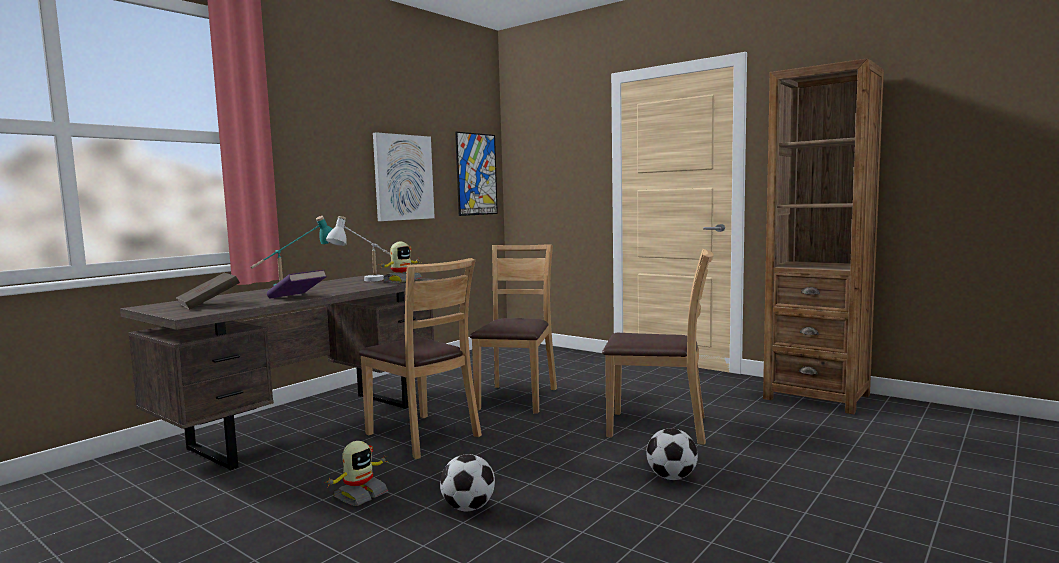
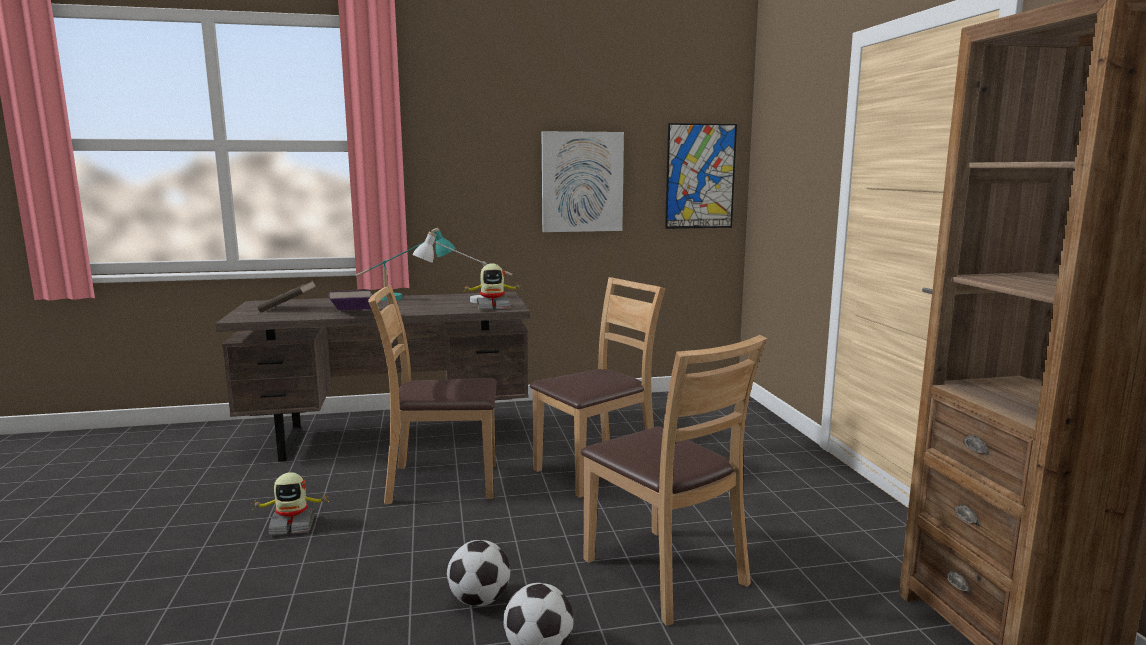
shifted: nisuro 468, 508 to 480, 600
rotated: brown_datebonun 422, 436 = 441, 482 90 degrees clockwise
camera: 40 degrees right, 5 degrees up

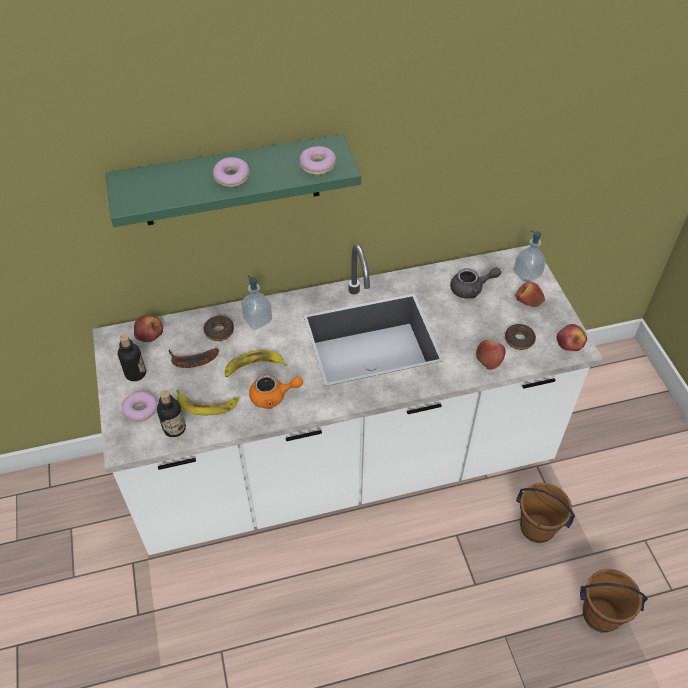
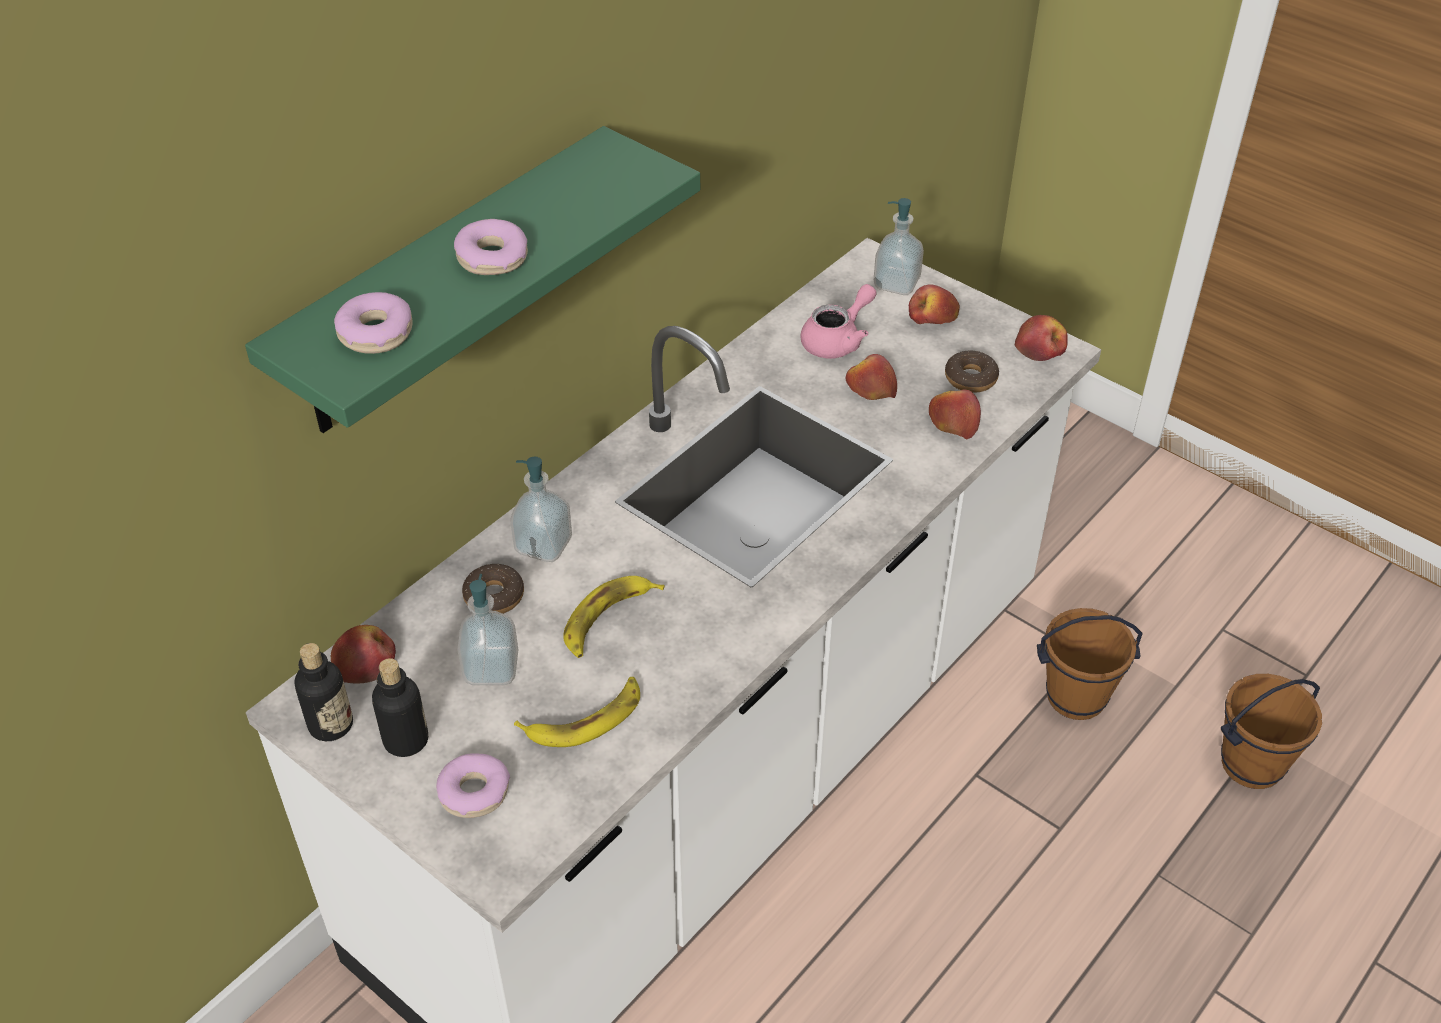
gone: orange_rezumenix 273, 397
new: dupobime 870, 389
shifted: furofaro 174, 428 to 331, 725; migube 317, 165 to 376, 333
swapped: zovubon 191, 362 to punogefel 491, 668
repainted: grey_rezumenix 471, 289 to pink_rezumenix 838, 340
camera: 35 degrees left, 5 degrees down

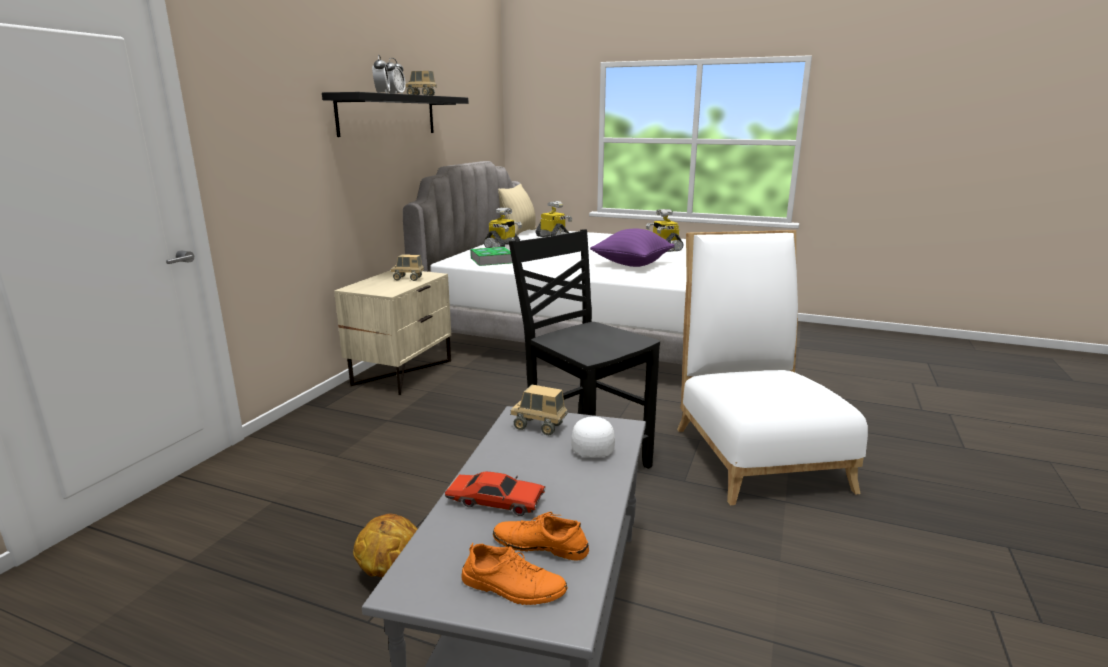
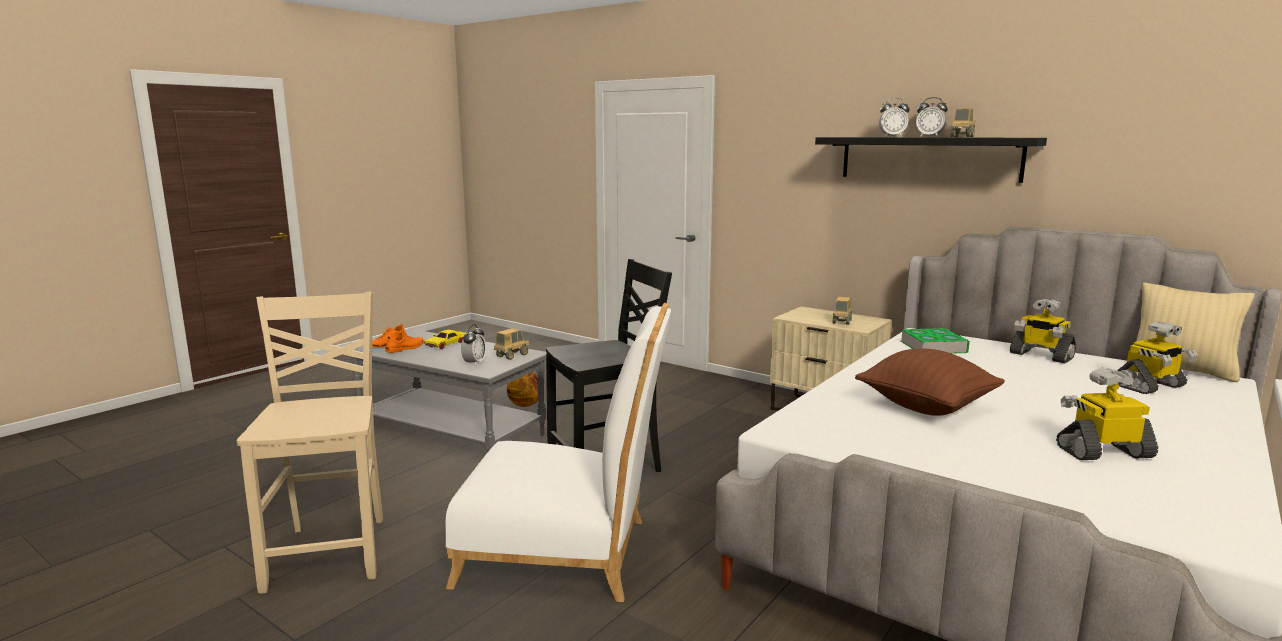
new: beige_datebonun 331, 551
swapped: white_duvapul 591, 446 to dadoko 474, 363
repainted: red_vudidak 495, 502 to yellow_vudidak 447, 344; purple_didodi 632, 264 to brown_didodi 926, 407
camera: 105 degrees right, 5 degrees down

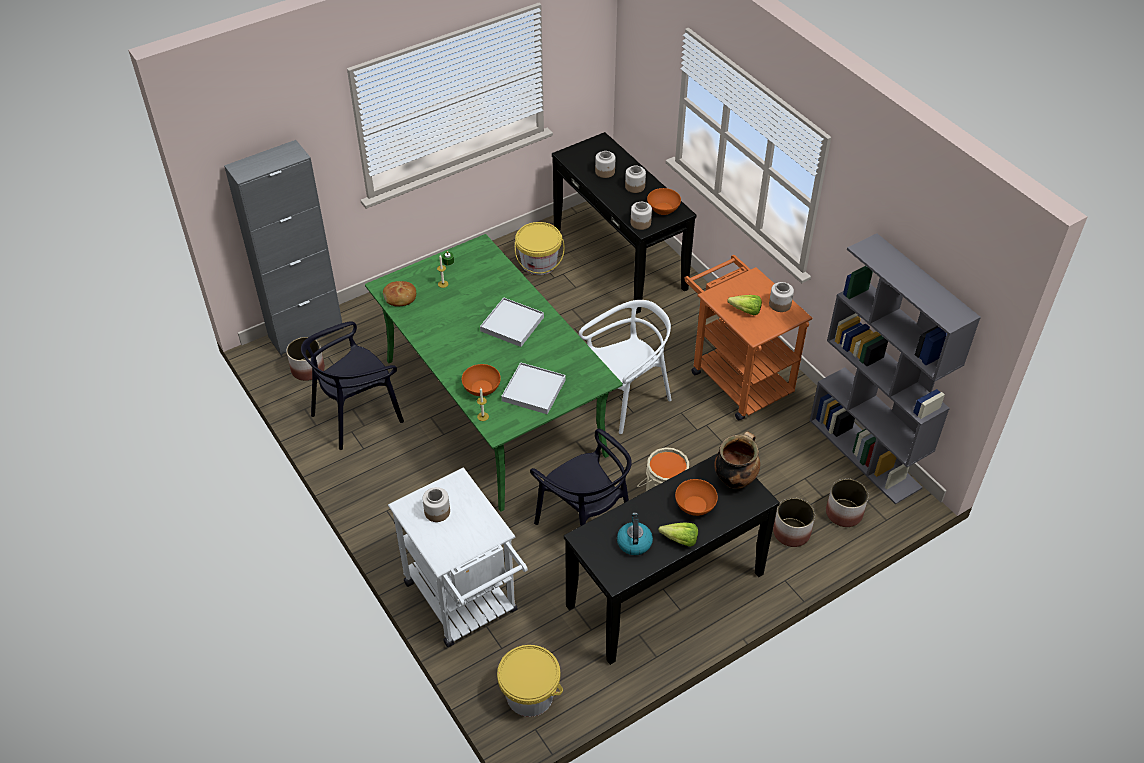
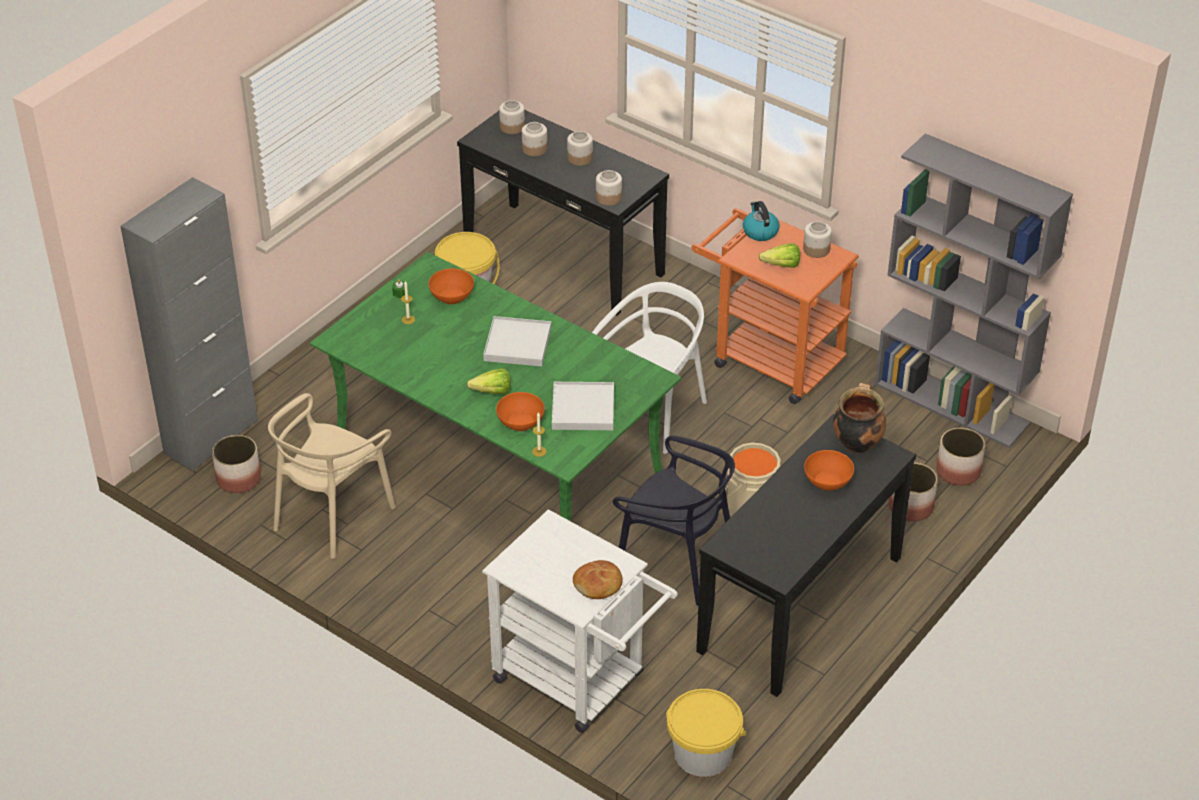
shifted: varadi 400, 298 to 598, 585; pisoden 437, 512 to 512, 127; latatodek 634, 542 to 760, 231; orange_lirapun 663, 209 to 452, 296; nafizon 677, 539 to 489, 392
repainted: black_datebonun 357, 415 to beige_datebonun 332, 515
camera: 20 degrees left, 5 degrees down

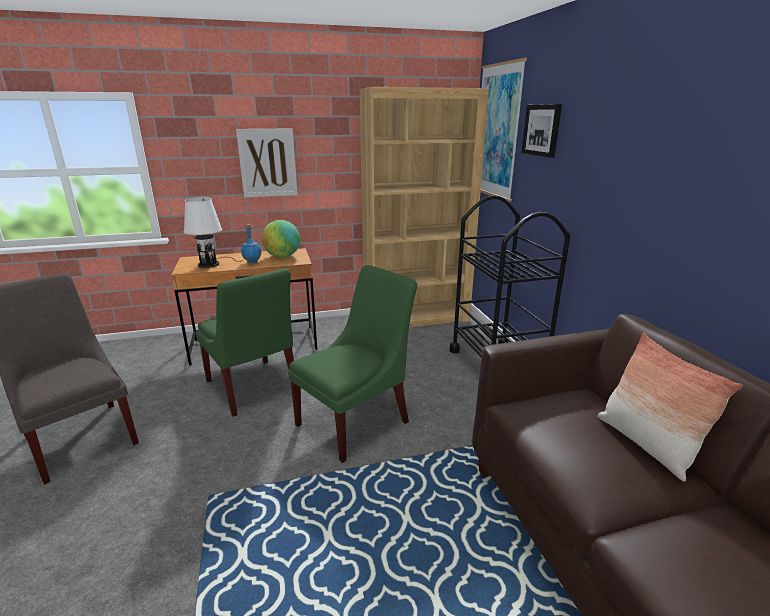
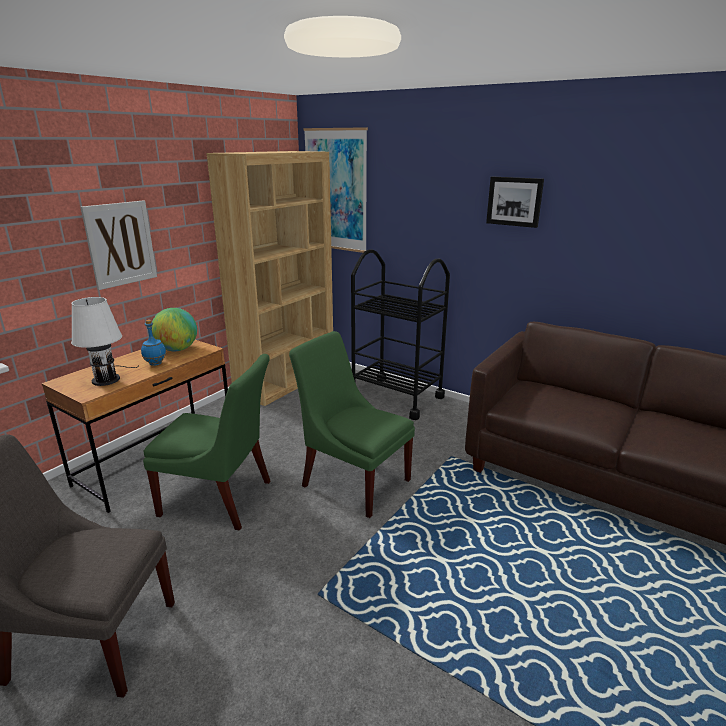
gone: didodi 646, 444
shifted: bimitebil 542, 130 to 514, 201
rotated: green_datebonun 356, 421 = 353, 480 60 degrees counterclockwise
camera: 40 degrees left, 0 degrees up

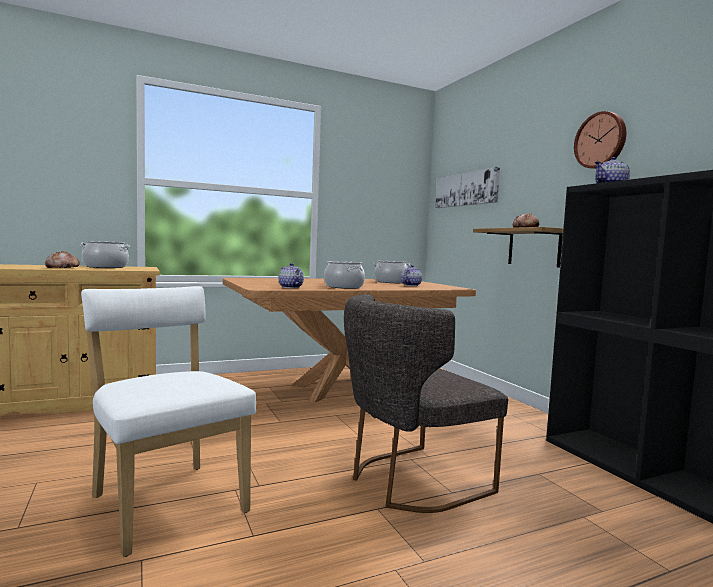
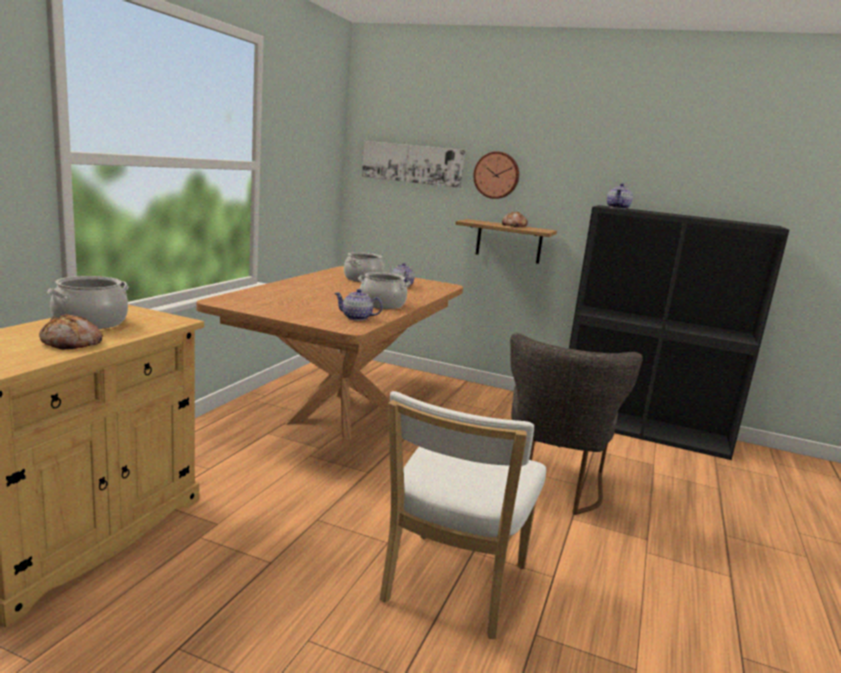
shifted: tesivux 601, 141 to 496, 175
rotated: white_datebonun 166, 501 = 451, 588 75 degrees counterclockwise
camera: 45 degrees left, 10 degrees up

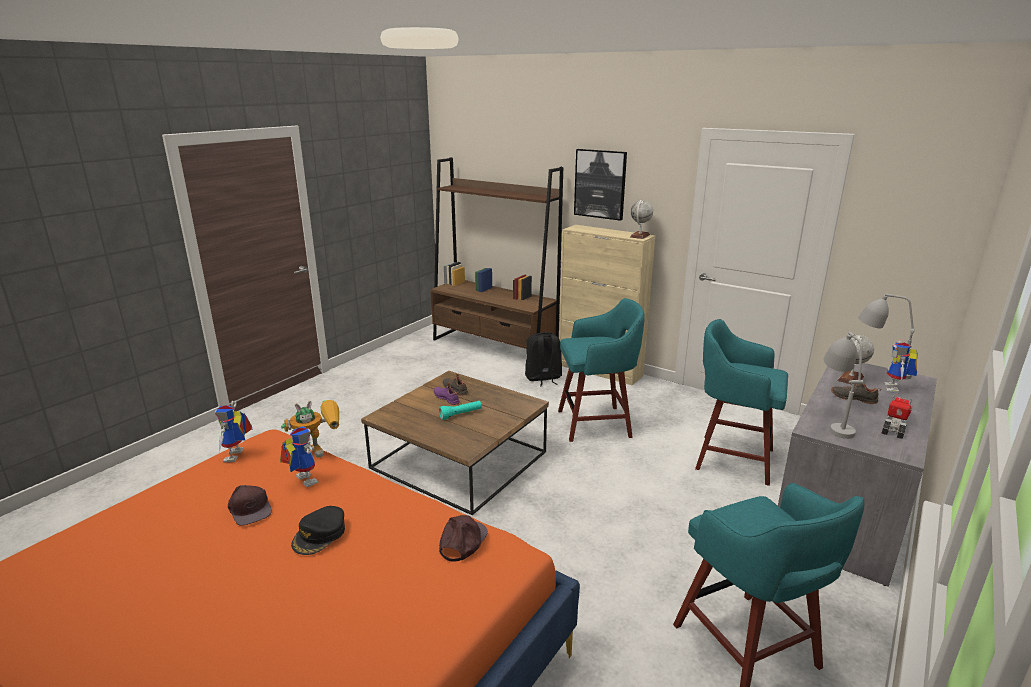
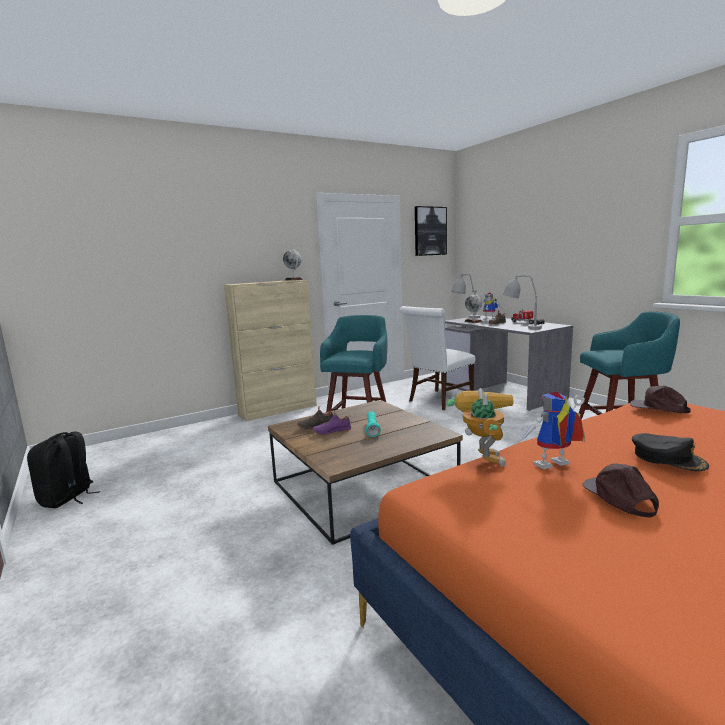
gone: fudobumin 237, 456; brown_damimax 494, 347
shifted: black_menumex 543, 378 to 68, 498; bimitebil 600, 184 to 430, 231
swapped: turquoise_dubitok 731, 458 to white_datebonun 438, 401
rotated: brown_duvapul 250, 508 = 619, 497 90 degrees counterclockwise
camera: 65 degrees left, 10 degrees down

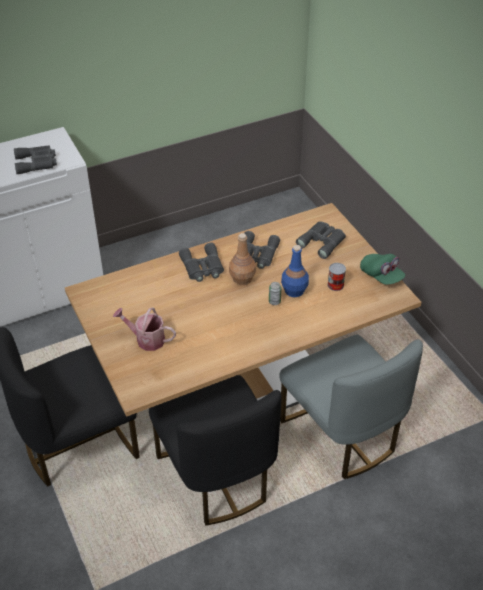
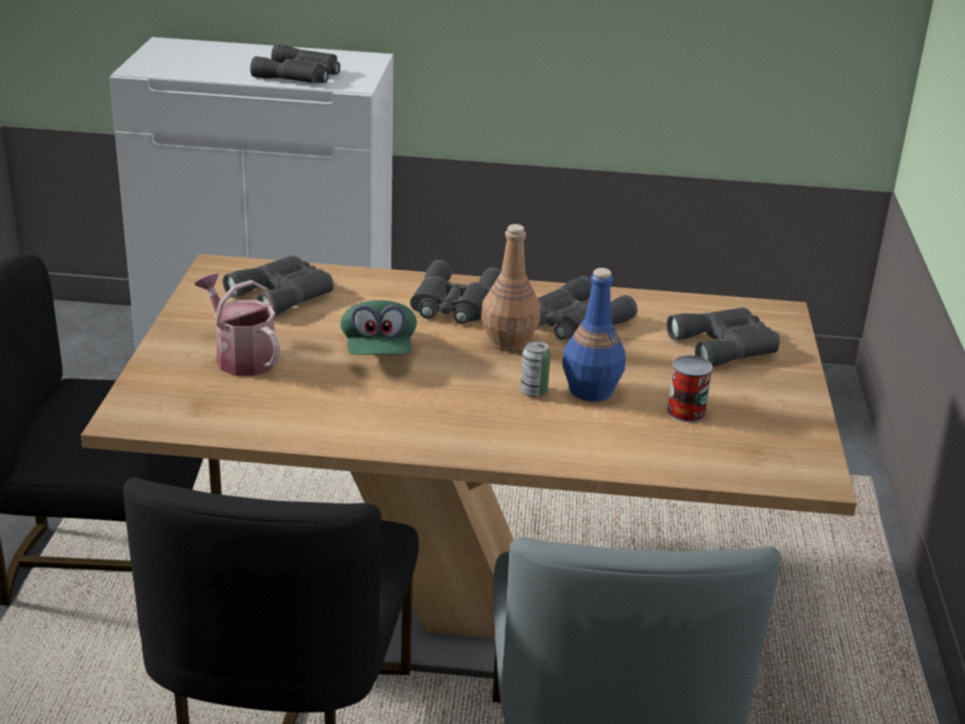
new: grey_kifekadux 285, 293
shifted: green_duvapul 381, 276 to 378, 352
camera: 30 degrees right, 15 degrees down

